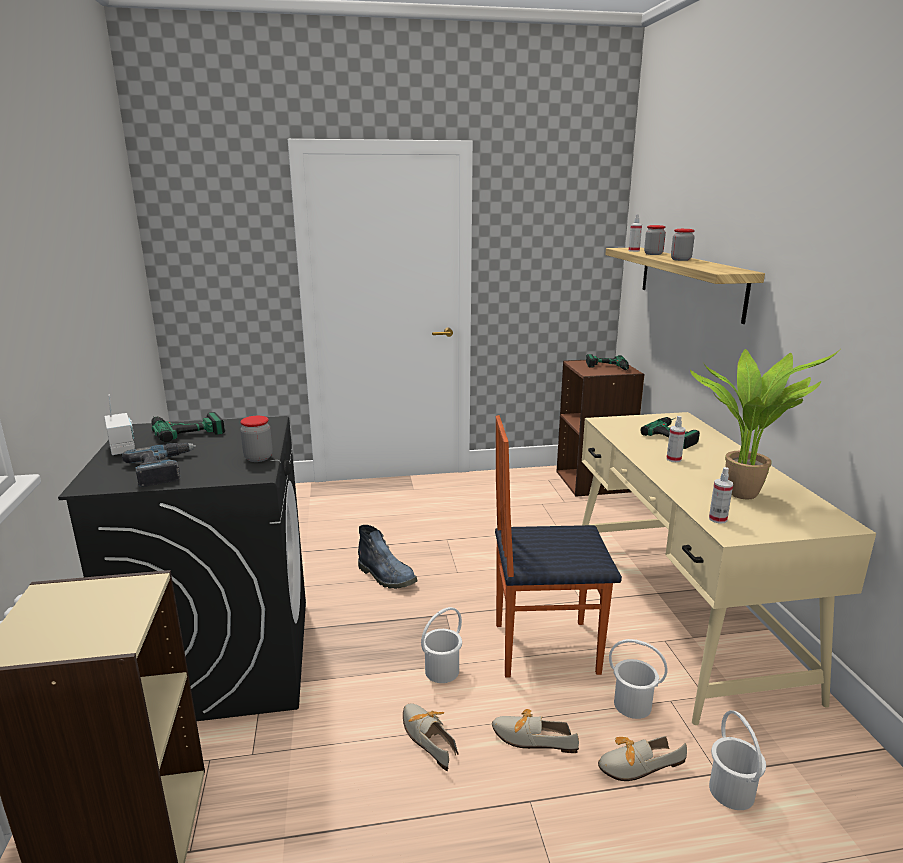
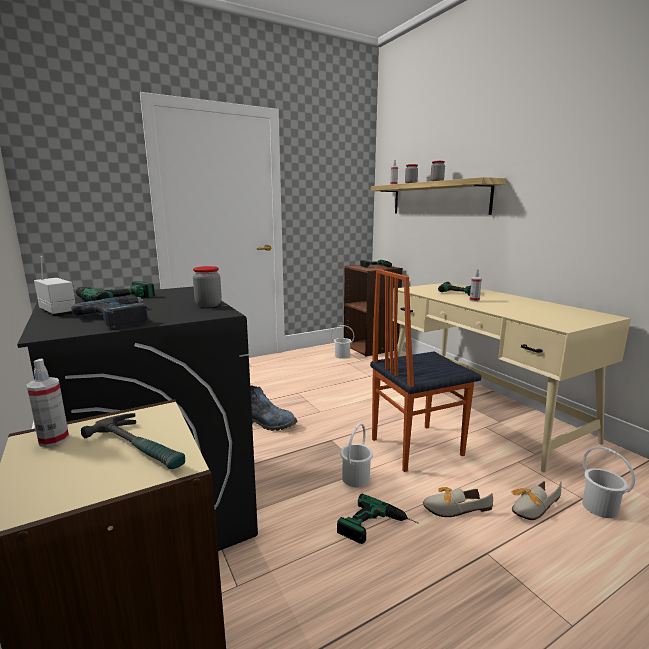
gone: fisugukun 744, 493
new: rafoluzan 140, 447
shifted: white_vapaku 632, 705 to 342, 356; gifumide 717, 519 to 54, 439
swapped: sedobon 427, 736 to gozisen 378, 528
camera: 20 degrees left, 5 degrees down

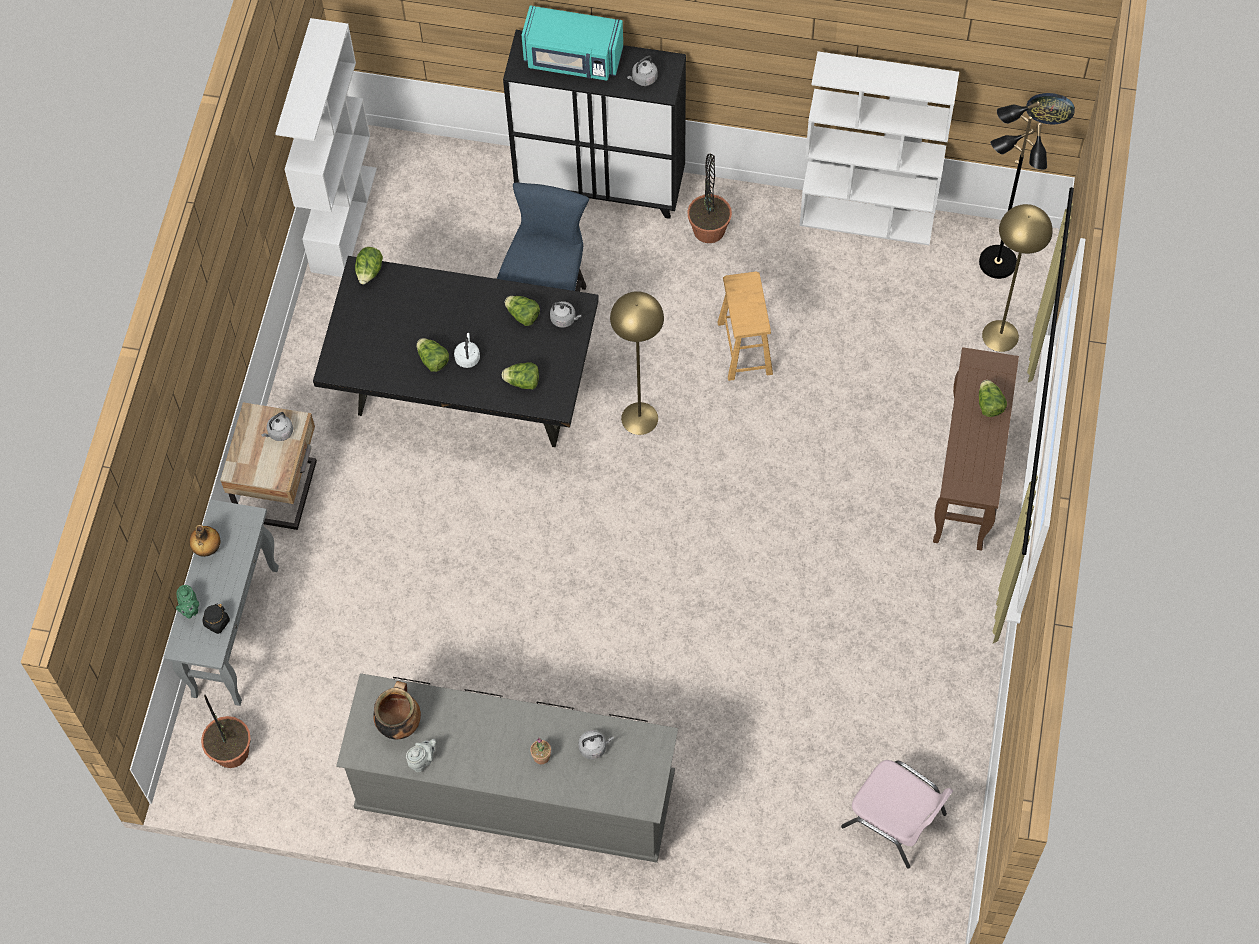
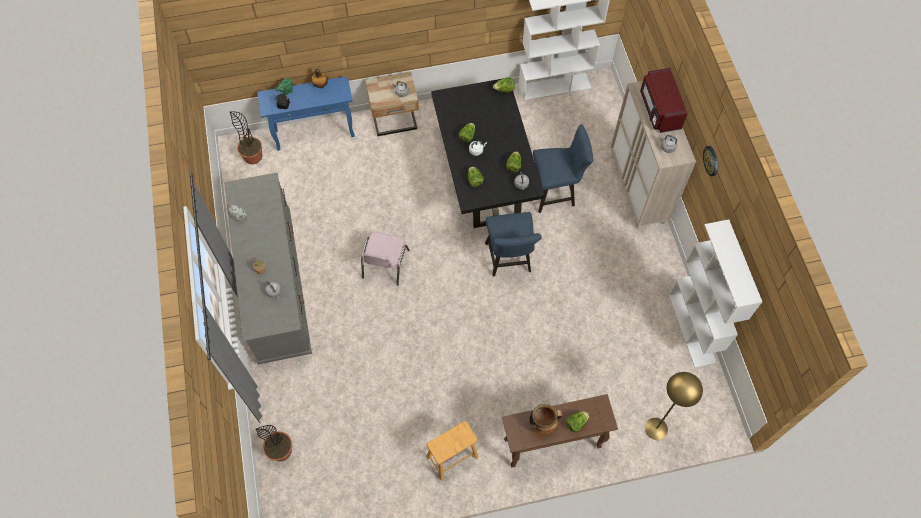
gone: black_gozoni 996, 263
shifted: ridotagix 399, 723 to 543, 424; fisugukun 709, 230 to 281, 451; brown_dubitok 745, 348 to 452, 457; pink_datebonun 895, 820 to 384, 264; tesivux 1050, 107 to 711, 160
swapped: yellow_gozoni 639, 418 to blue_datebonun 509, 260
repainted: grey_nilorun 235, 630 to blue_nilorun 315, 133; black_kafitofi 601, 186 to beige_kafitofi 637, 189; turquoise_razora 573, 59 to red_razora 659, 110
camera: 65 degrees right, 0 degrees up

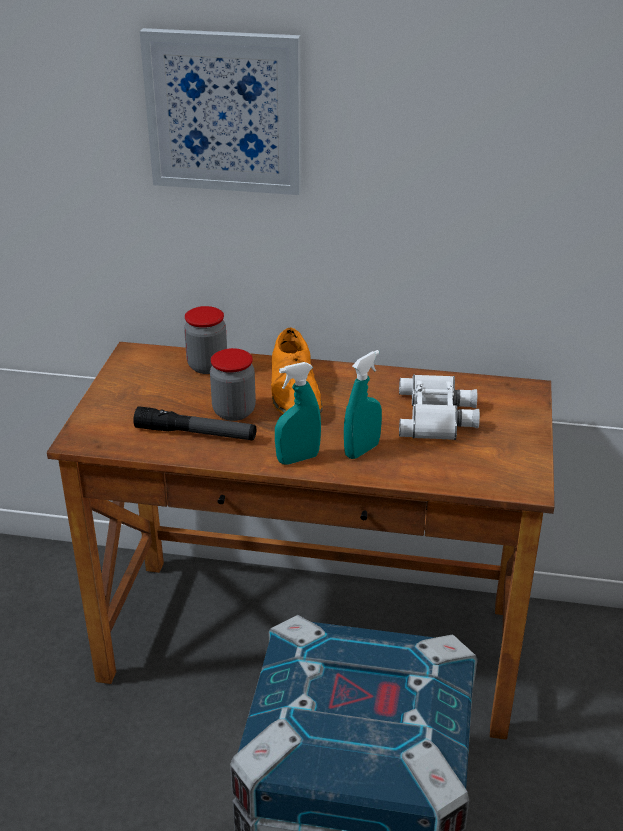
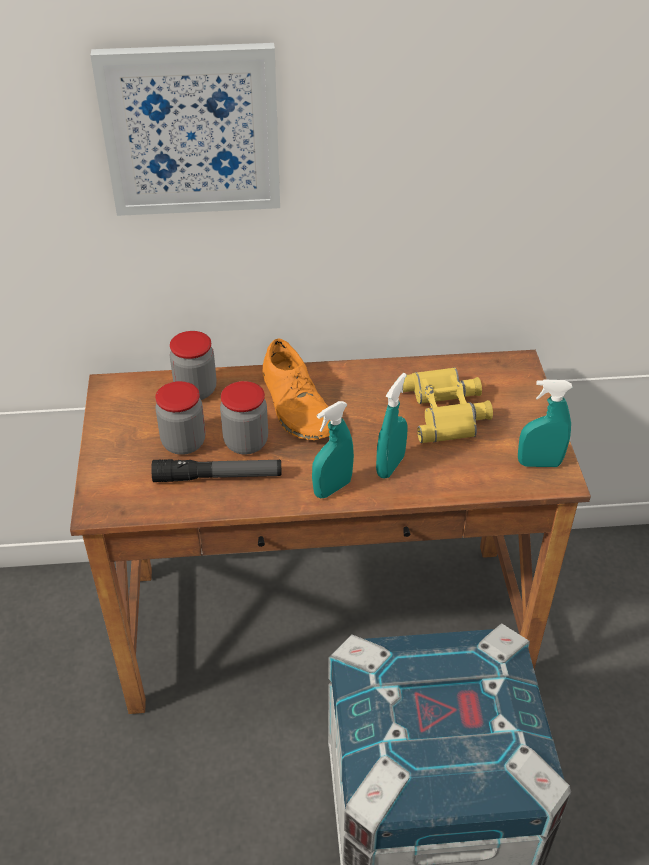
new: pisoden 183, 443; turquoise_gifumide 539, 463
repainted: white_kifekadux 438, 416 to yellow_kifekadux 447, 410
camera: 15 degrees left, 10 degrees up

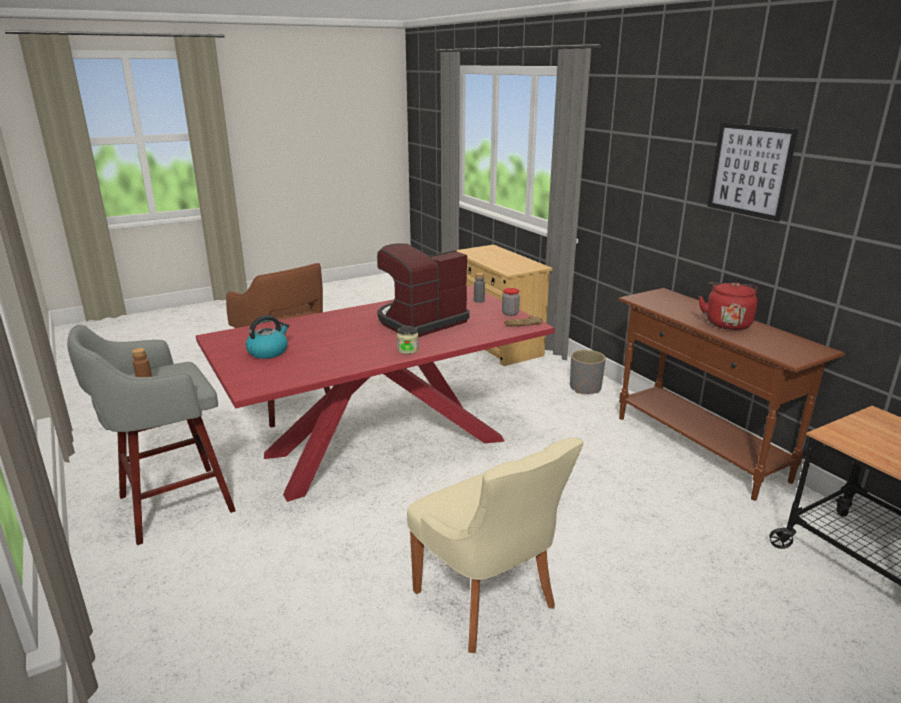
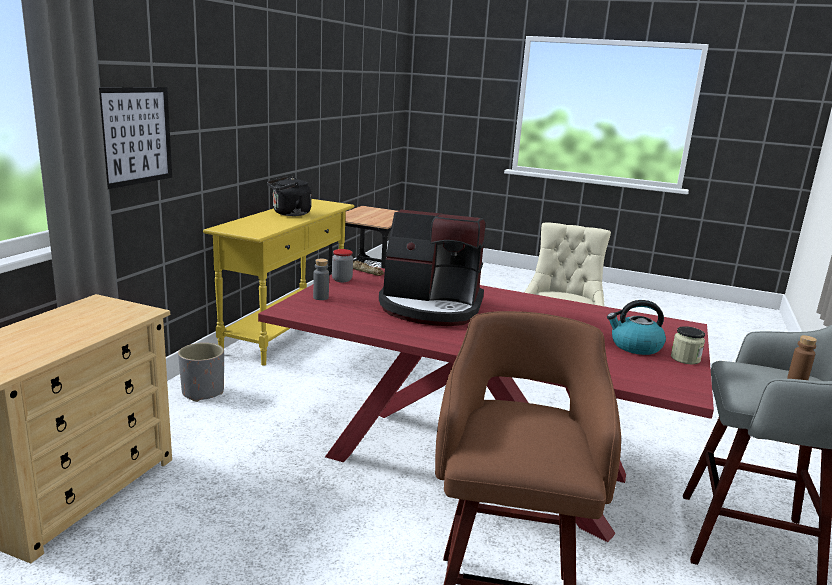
shifted: pisoden 407, 350 to 685, 358; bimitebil 750, 170 to 135, 136
repainted: brown_nilorun 699, 448 to yellow_nilorun 286, 332; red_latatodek 726, 323 to black_latatodek 289, 214
camera: 130 degrees left, 5 degrees down

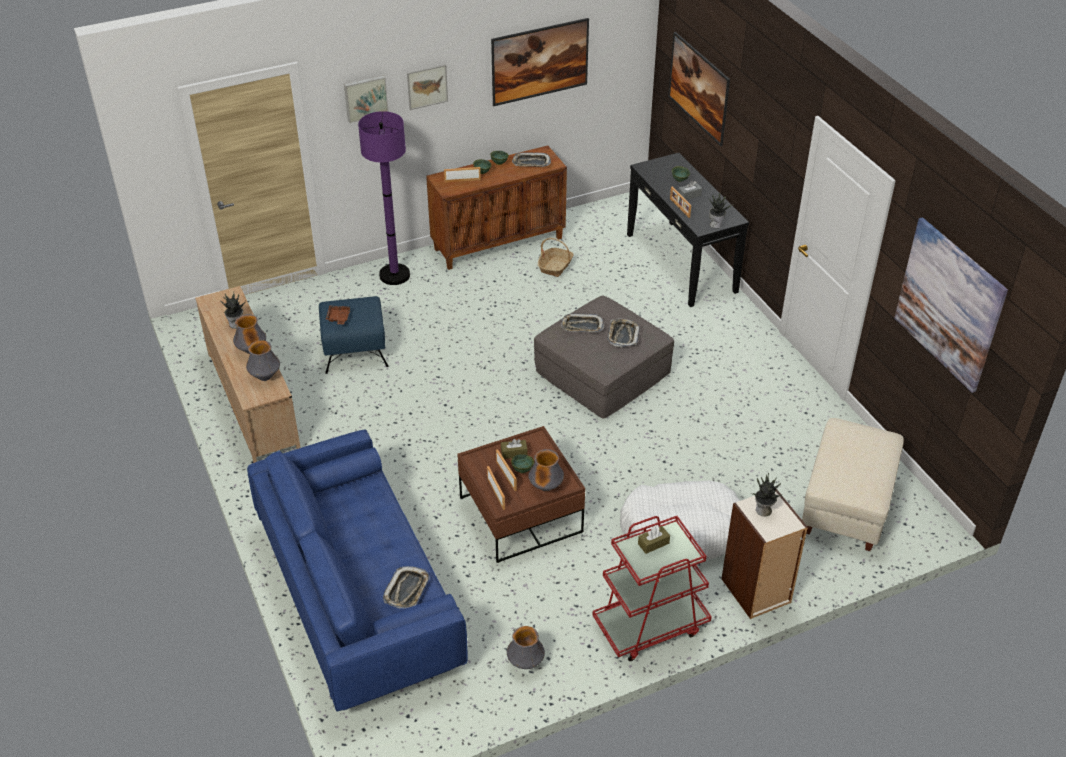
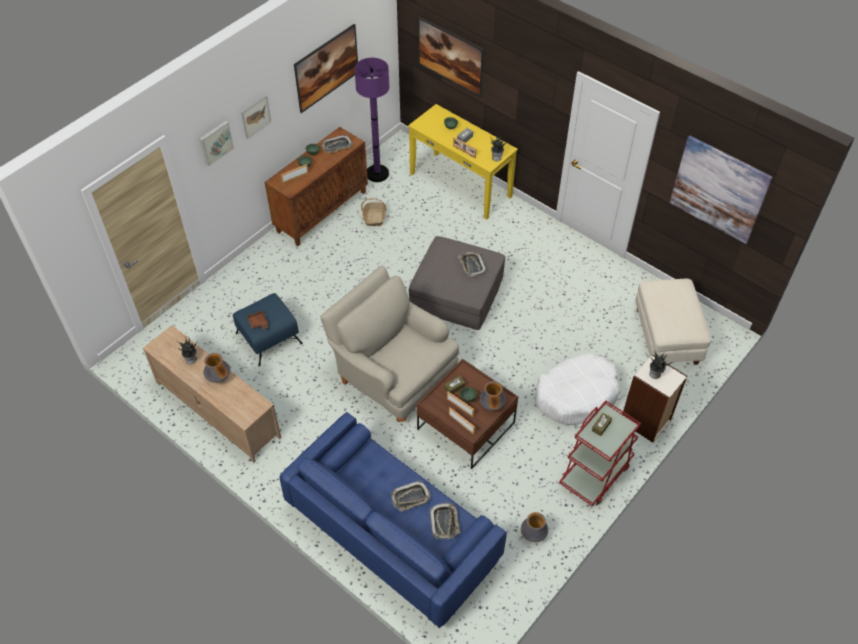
gone: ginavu 265, 377
new: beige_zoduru 393, 375
shifted: purple_gozoni 394, 275 to 377, 174; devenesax 582, 326 to 410, 497
repainted: black_nilorun 681, 262 to yellow_nilorun 460, 185
camera: 25 degrees left, 10 degrees up

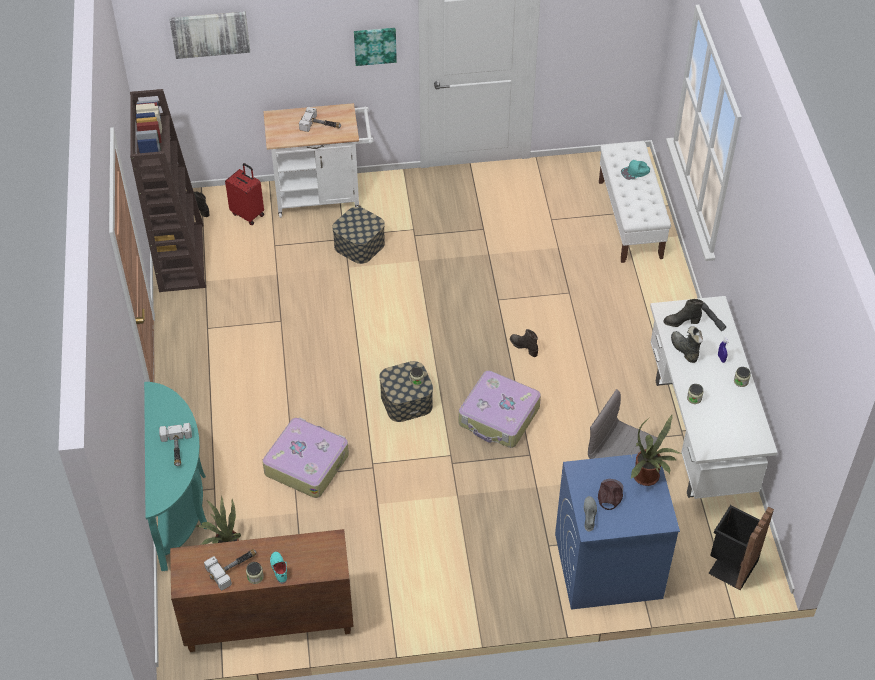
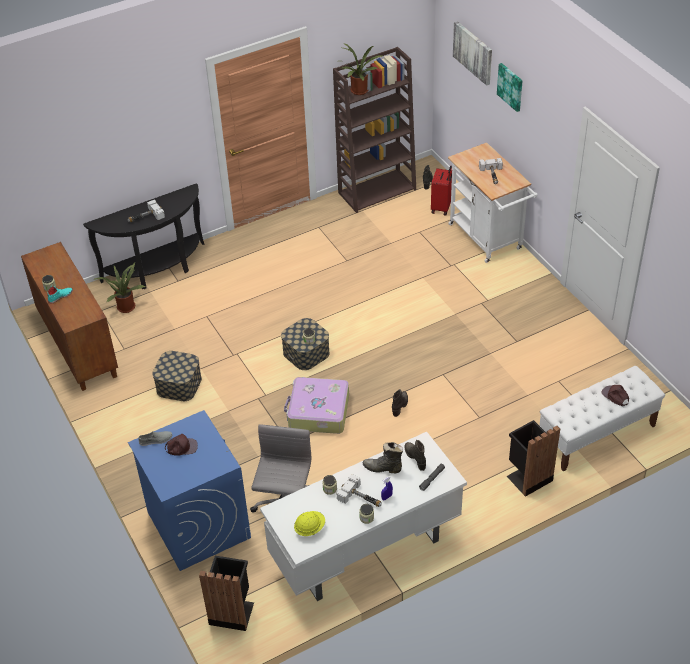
gone: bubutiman 306, 463
new: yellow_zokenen 310, 528; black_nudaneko 528, 477
shifted: rafoluzan 234, 567 to 361, 498; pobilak 359, 245 to 179, 385; bimitebil 375, 45 to 511, 86; fisugukun 648, 477 to 358, 92
repainted: turquoise_nilorun 181, 504 to black_nilorun 158, 270; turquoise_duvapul 635, 172 to brown_duvapul 615, 396
rotated: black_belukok 684, 350 = 383, 468 120 degrees counterclockwise
camera: 70 degrees right, 5 degrees down

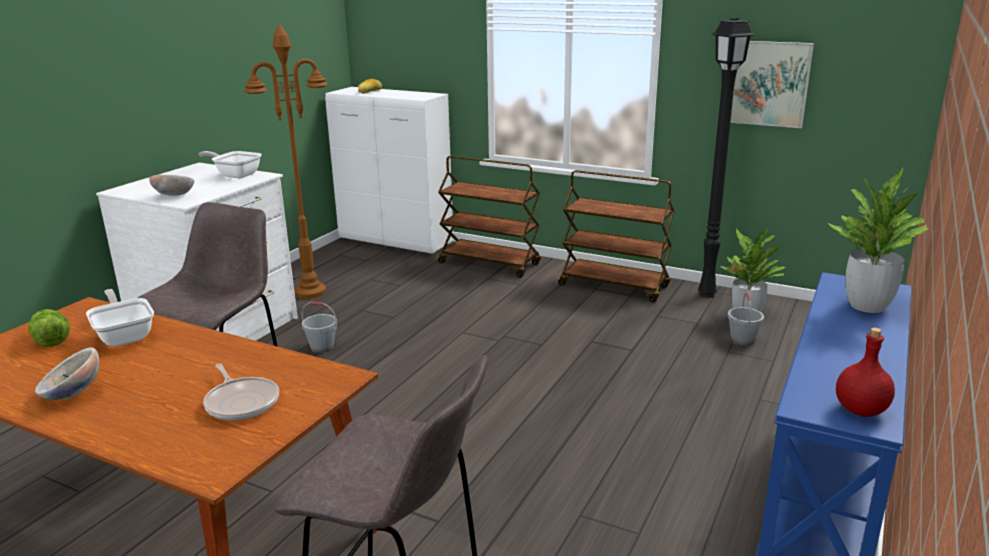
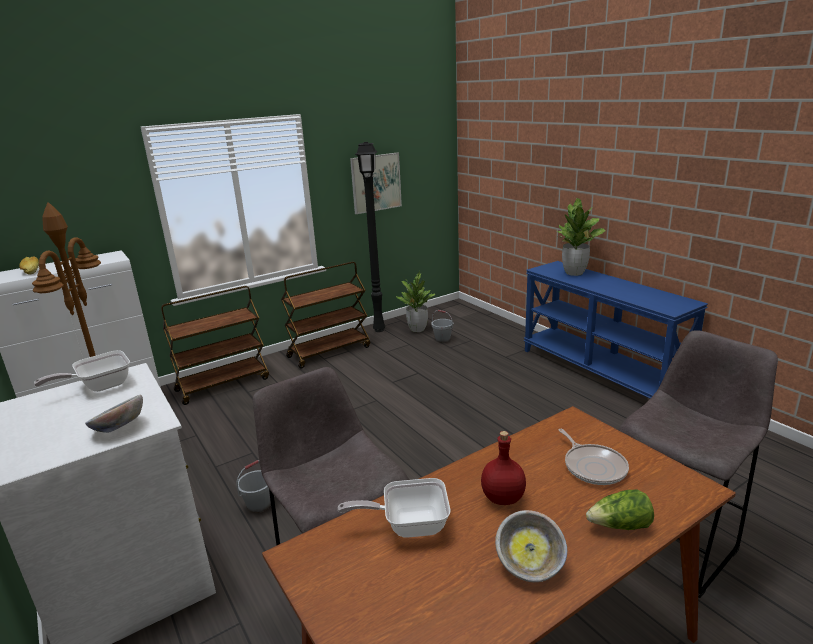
shifted: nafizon 50, 339 to 620, 526; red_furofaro 860, 410 to 502, 497
rotated: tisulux 241, 402 = 593, 466 75 degrees clockwise
camera: 60 degrees left, 0 degrees up

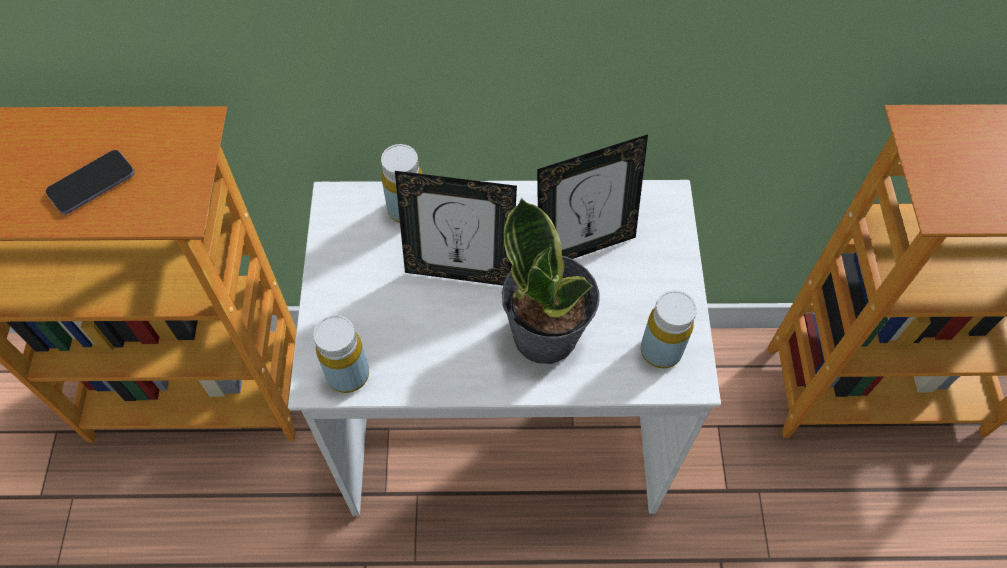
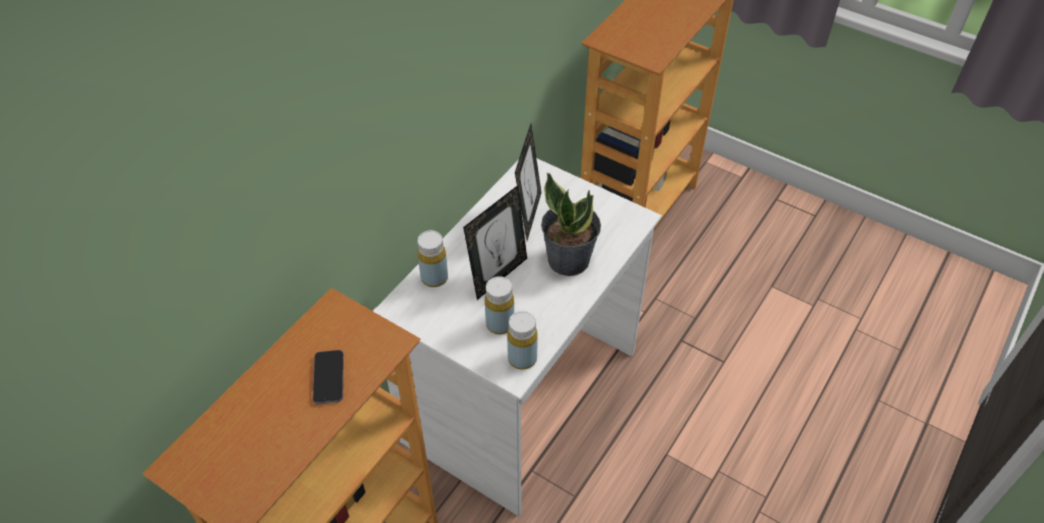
shifted: yellow_furofaro 661, 350 to 500, 324
camera: 55 degrees left, 10 degrees down

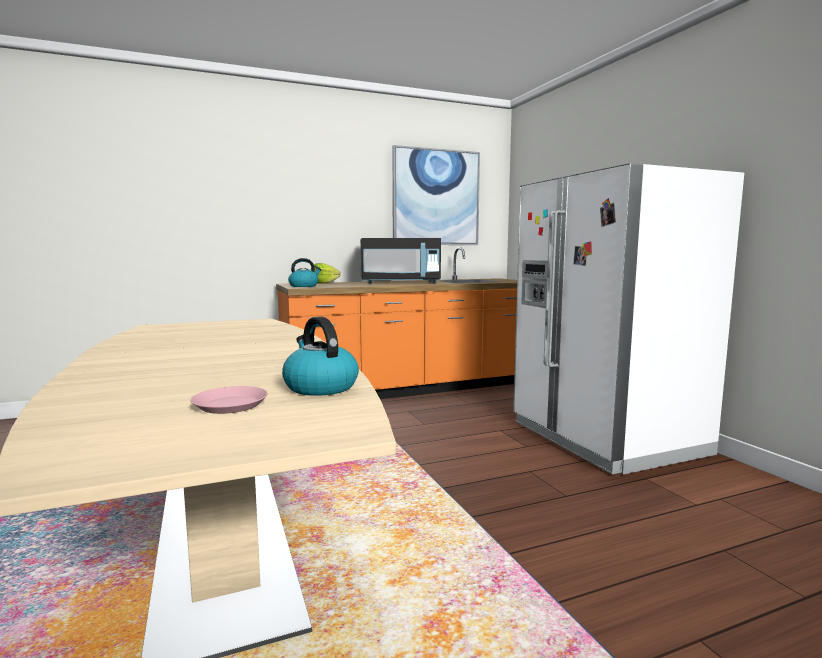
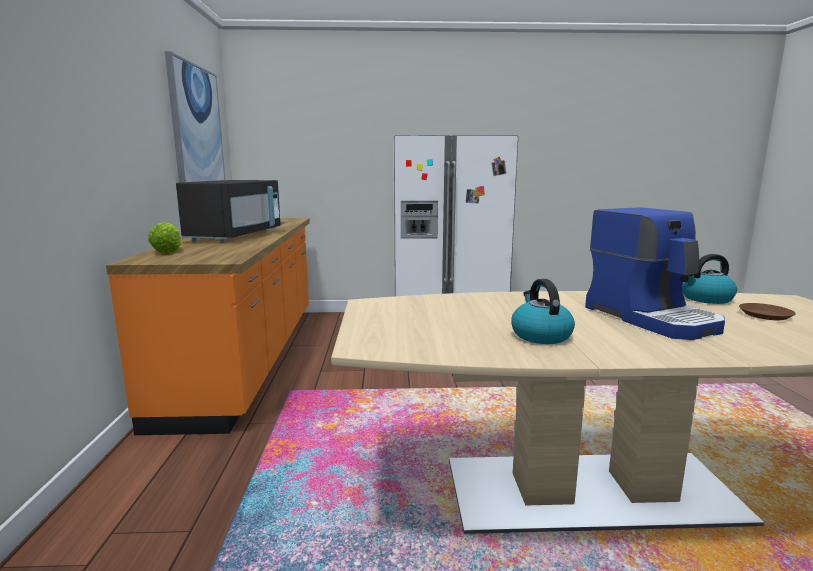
new: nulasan 652, 318
shifted: latatodek 304, 286 to 540, 335
repainted: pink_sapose 230, 405 to brown_sapose 765, 315
camera: 70 degrees left, 5 degrees up

